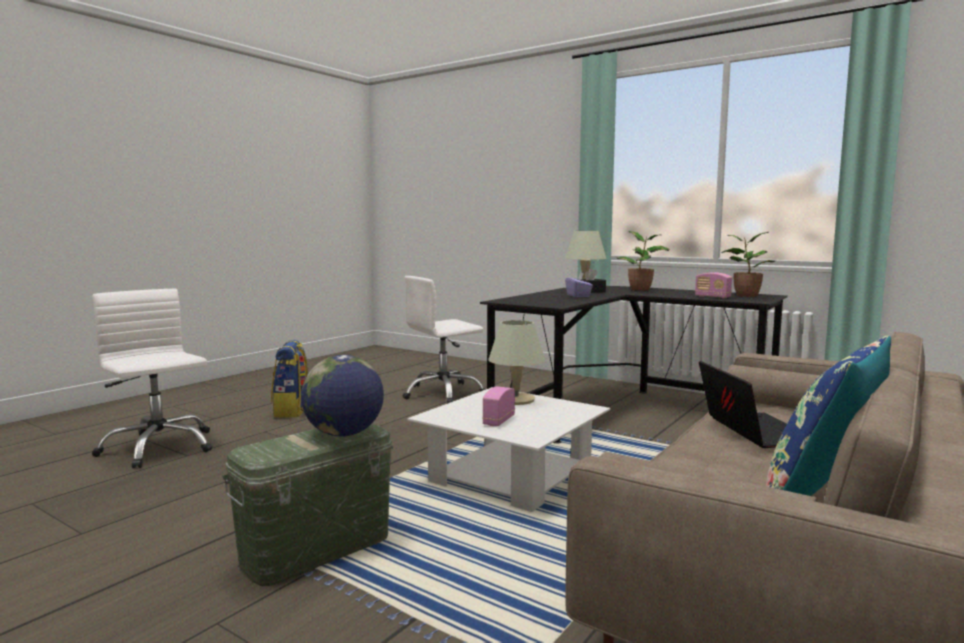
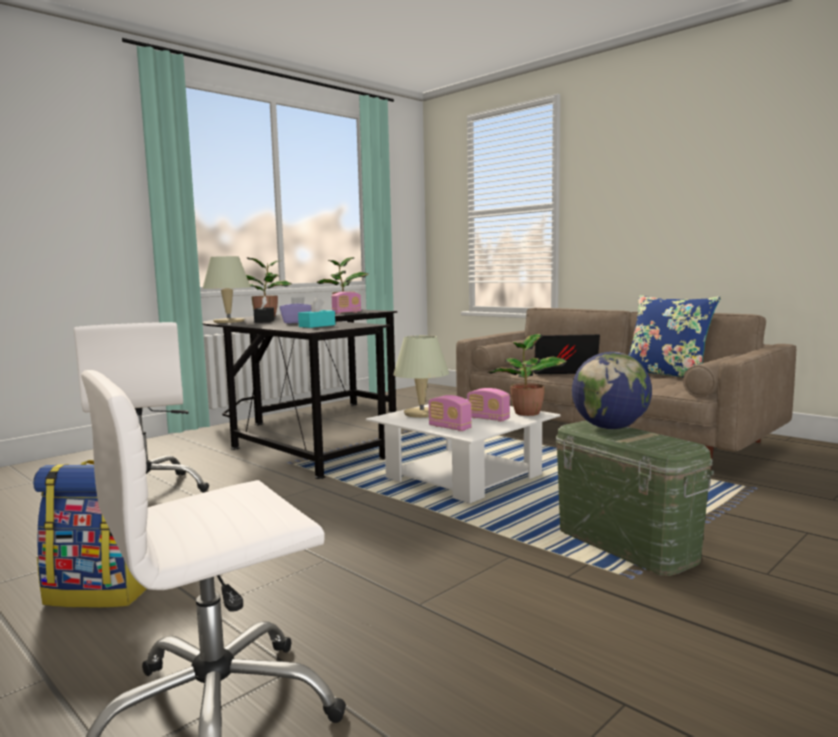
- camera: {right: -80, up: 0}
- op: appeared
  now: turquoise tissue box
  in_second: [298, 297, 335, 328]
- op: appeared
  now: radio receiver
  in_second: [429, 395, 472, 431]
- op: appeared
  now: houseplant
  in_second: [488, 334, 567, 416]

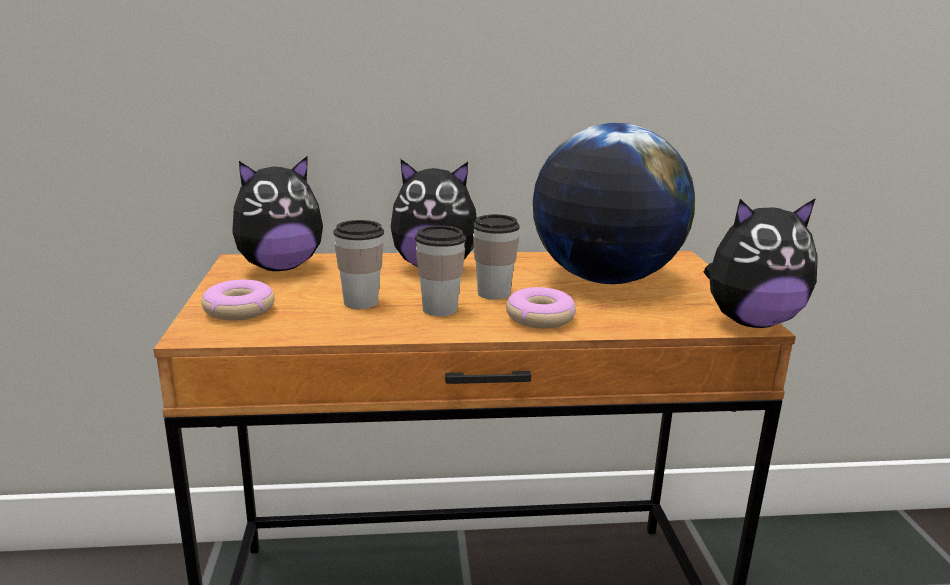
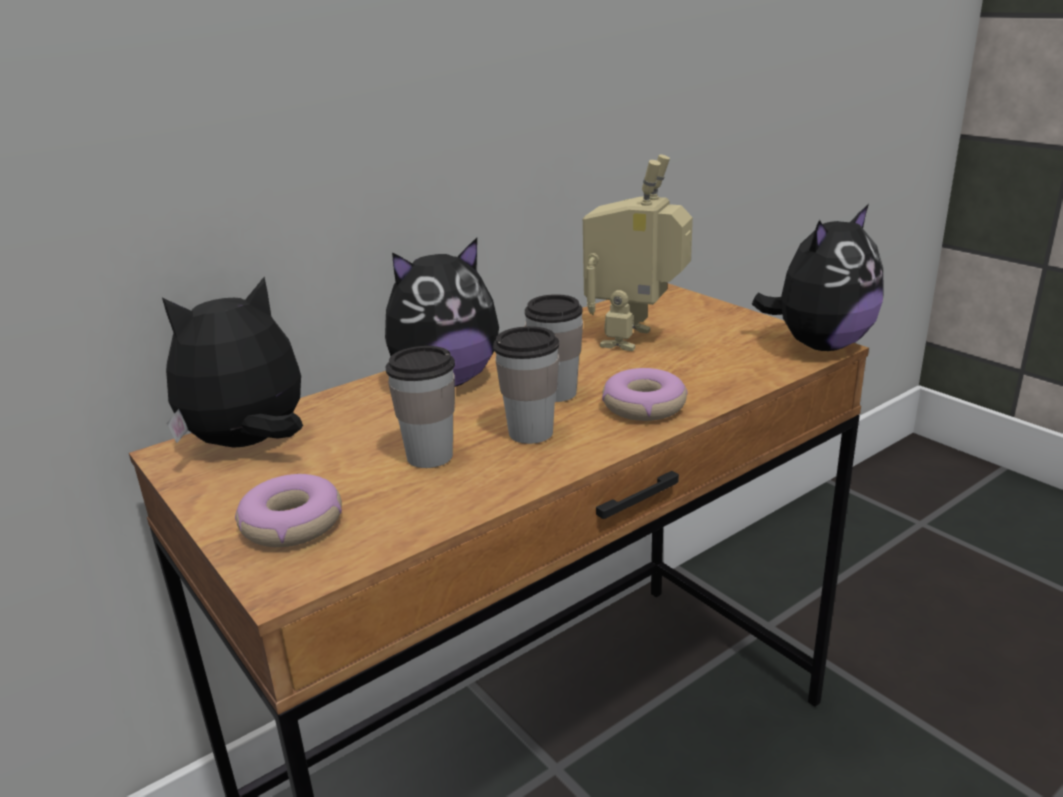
- camera: {right: -30, up: 5}
- op: spun
  was: soft toy
  in_first: [232, 156, 323, 271]
  in_second: [162, 277, 303, 448]
  clockwise: -150
- op: exchanged
  was: globe
  now: toy robot
  in_first: [533, 123, 695, 284]
  in_second: [583, 154, 693, 351]

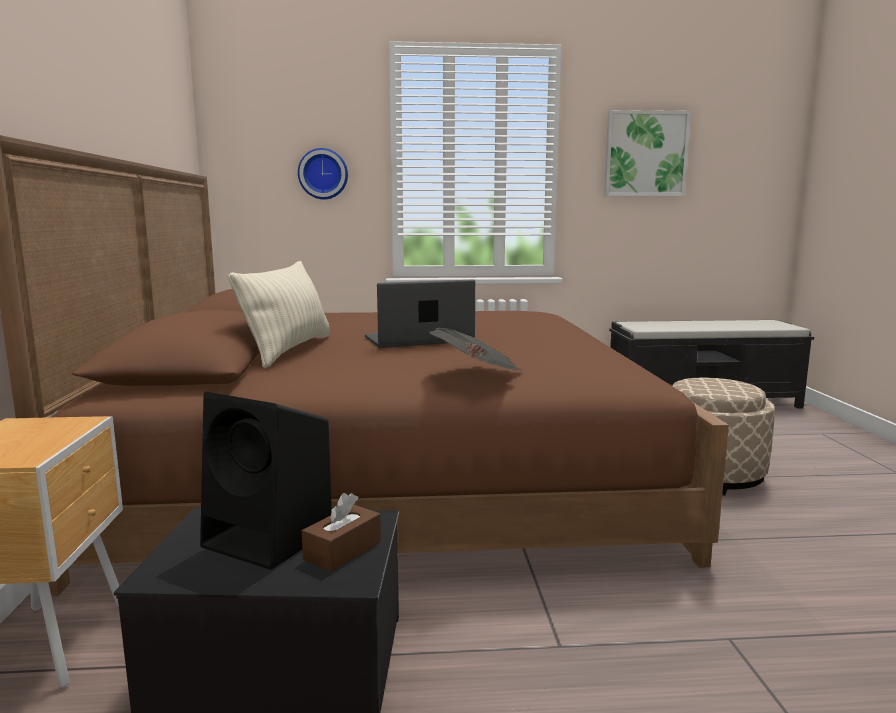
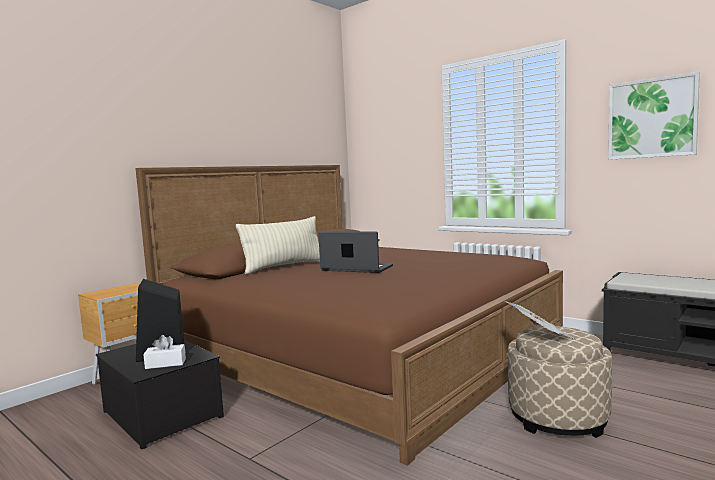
- camera: {right: 45, up: -5}
- op: missing
  was: hanging clock
  in_first: [298, 148, 348, 199]
- op: colour
  was: brown tissue box
  now: white-coloured tissue box
  in_first: [302, 493, 381, 571]
  in_second: [143, 335, 186, 369]
- op: relocated
  was: newspaper
  in_first: [429, 328, 522, 370]
  in_second: [505, 301, 575, 339]

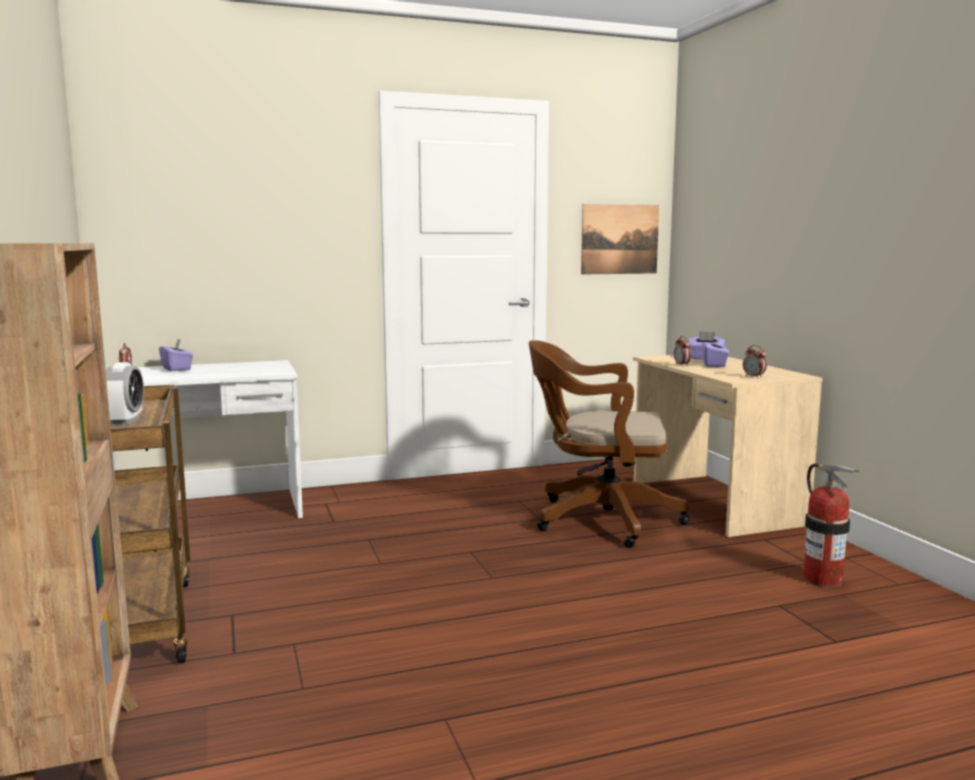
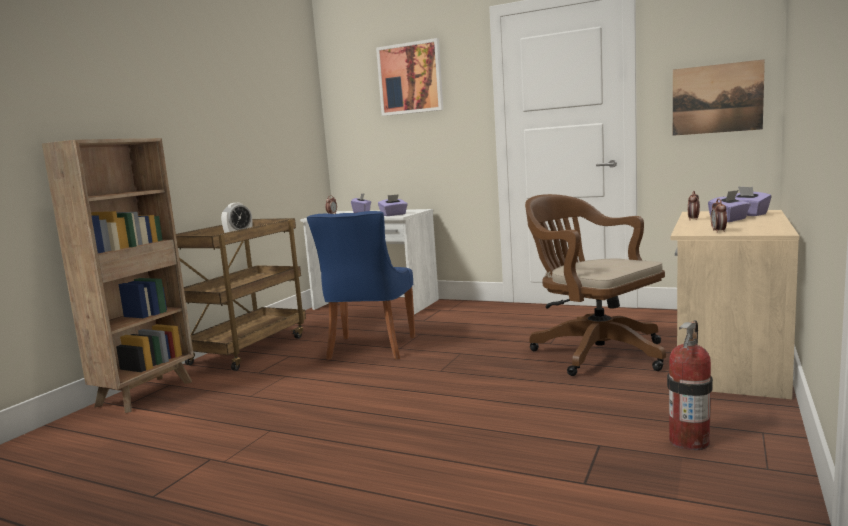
- camera: {right: 45, up: 0}
- op: appeared
  now: bluish chair
  in_second: [307, 211, 415, 360]
- op: appeared
  now: wall picture
  in_second: [376, 38, 443, 116]
- op: appeared
  now: purplish tissue box
  in_second: [378, 194, 408, 216]

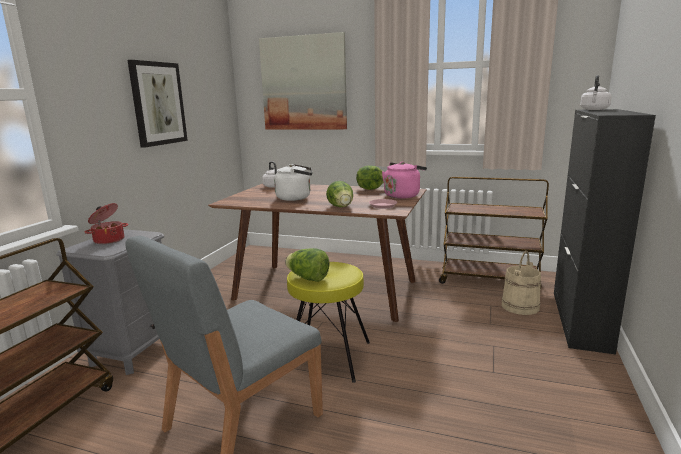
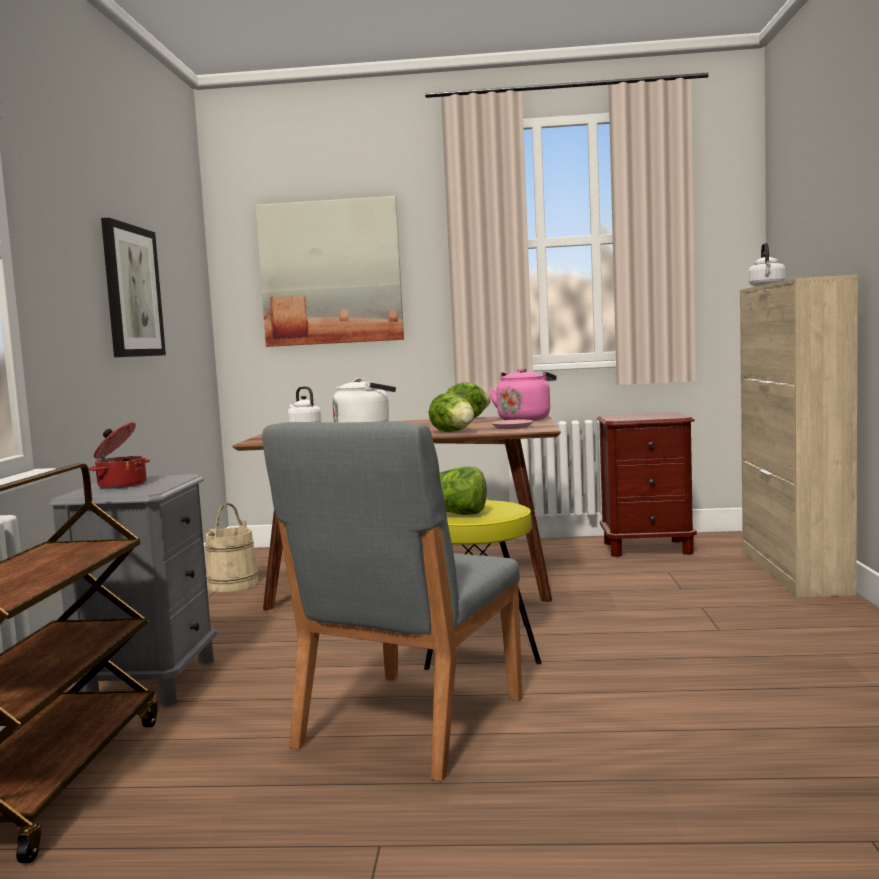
- camera: {right: -15, up: -10}
- op: exchanged
  was: brown cart
  now: brown night table
  in_first: [439, 177, 549, 289]
  in_second: [597, 412, 697, 557]
- op: relocated
  was: beige-coloured bucket
  in_first: [501, 251, 541, 315]
  in_second: [205, 503, 259, 592]
- op: colour
  was: black-coloured cabinet
  now: beige-coloured cabinet
  in_first: [554, 109, 656, 355]
  in_second: [740, 275, 858, 597]

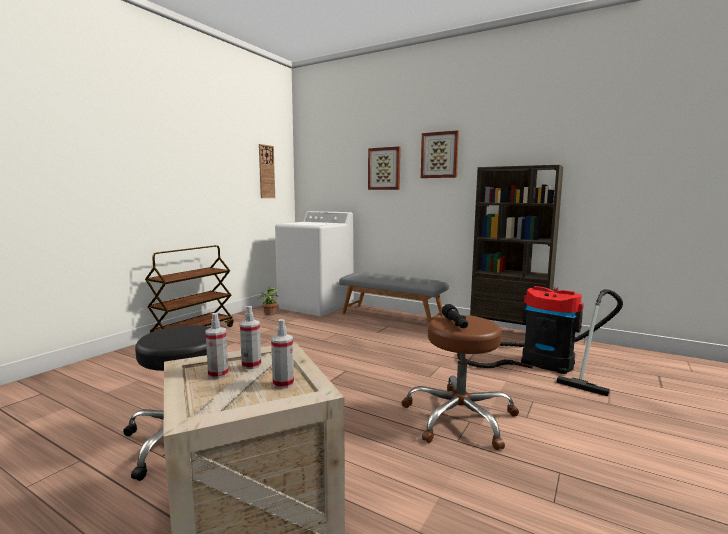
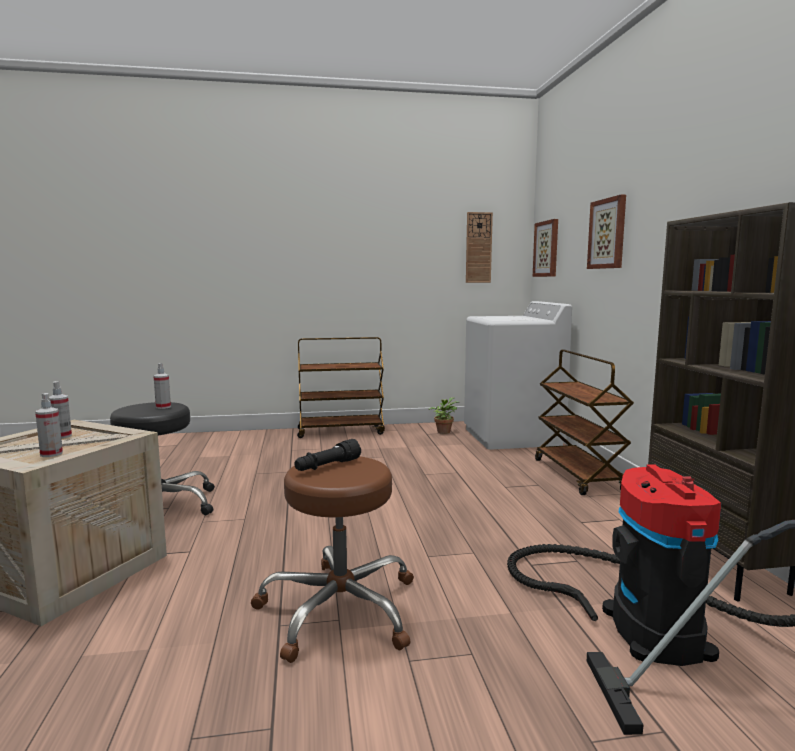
- camera: {right: 50, up: 0}
- op: relocated
  was: sprayer
  in_first: [240, 306, 261, 369]
  in_second: [154, 363, 171, 409]
- op: exchanged
  was: gray long seat
  now: brown cart
  in_first: [339, 272, 449, 323]
  in_second: [535, 349, 634, 495]
- op: relocated
  was: wall picture
  in_first: [421, 130, 459, 178]
  in_second: [533, 219, 558, 277]

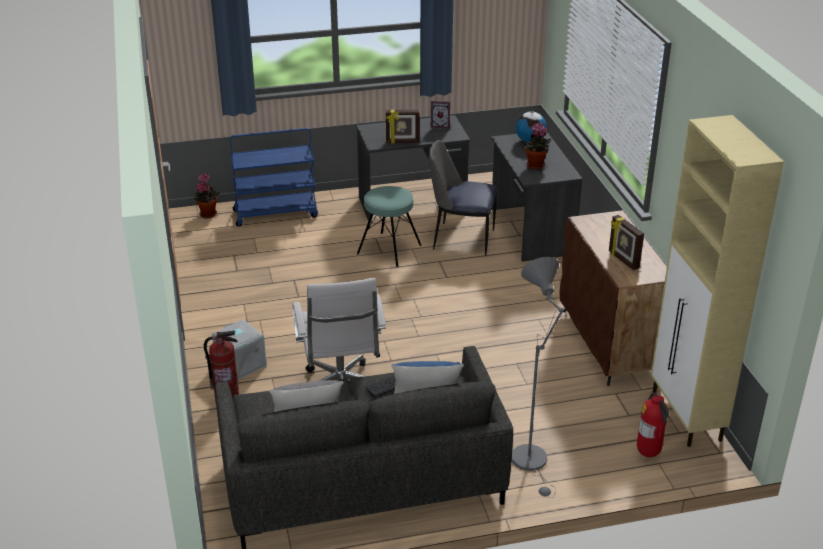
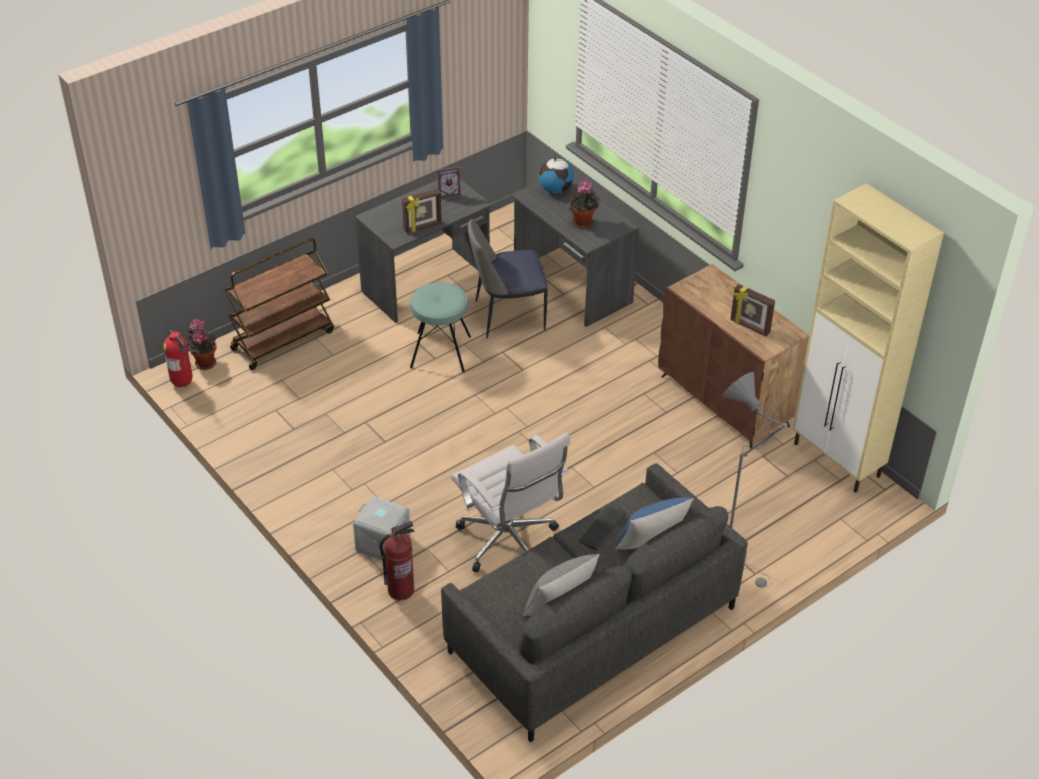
- camera: {right: -25, up: 10}
- op: colour
  was: bluish cart
  now: brown cart
  in_first: [229, 128, 318, 226]
  in_second: [225, 238, 334, 370]
- op: relocated
  was: extinguisher
  in_first: [637, 392, 669, 457]
  in_second: [163, 330, 193, 387]

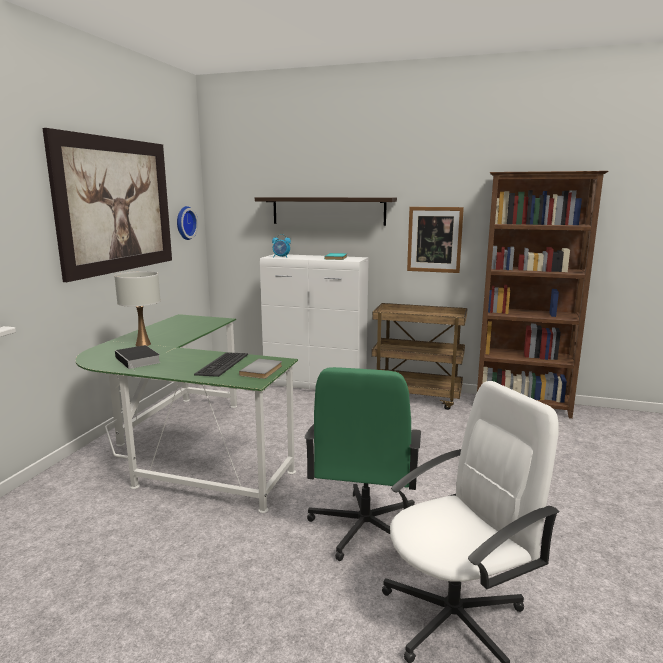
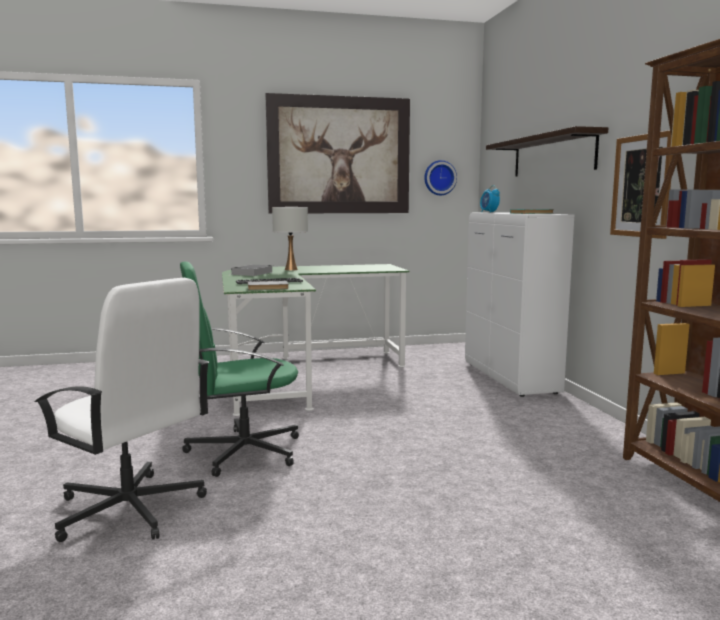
- camera: {right: 60, up: -5}
- op: missing
  was: brown cart
  in_first: [372, 303, 468, 410]

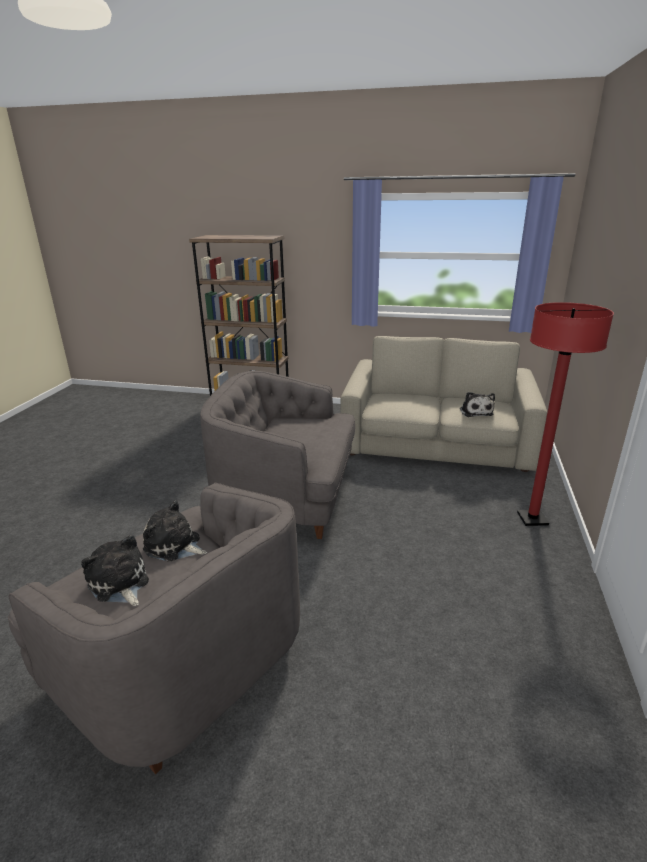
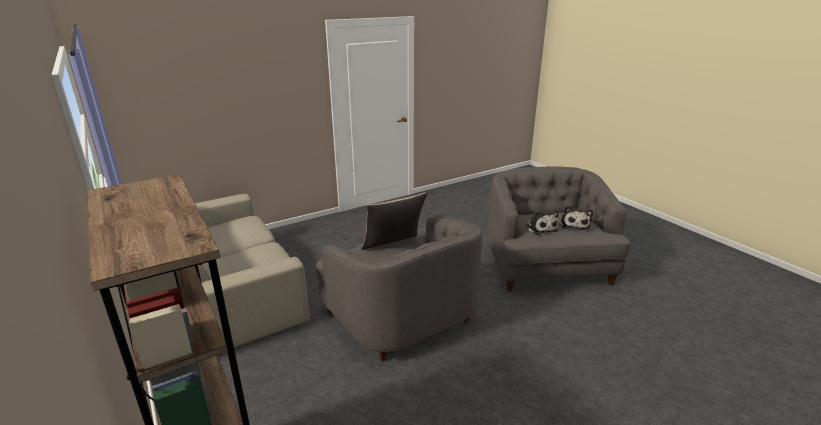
- camera: {right: -135, up: 0}
- op: missing
  was: soft toy
  in_first: [460, 392, 495, 417]
- op: missing
  was: red-coloured standing lamp
  in_first: [517, 302, 614, 526]
- op: appeared
  now: throw pillow
  in_second: [361, 192, 427, 250]

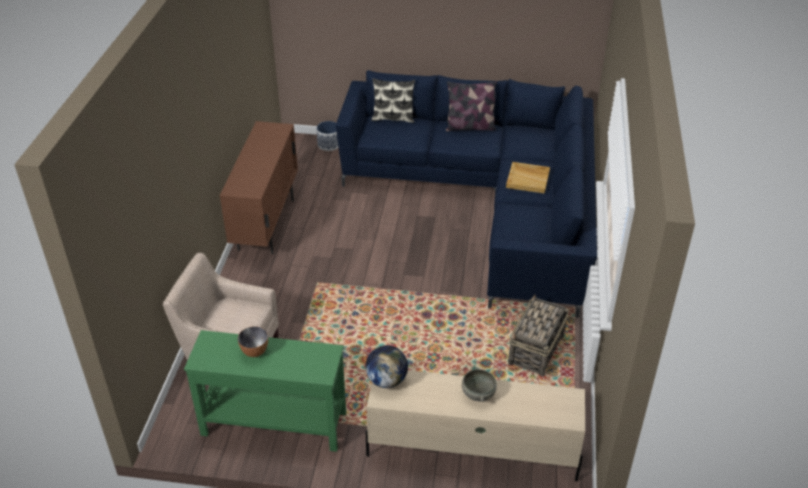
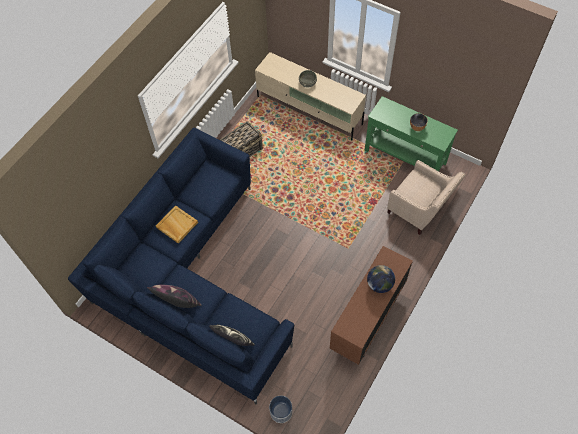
- camera: {right: -155, up: 20}
- op: relocated
  was: globe
  in_first: [366, 345, 408, 388]
  in_second: [367, 265, 395, 293]

